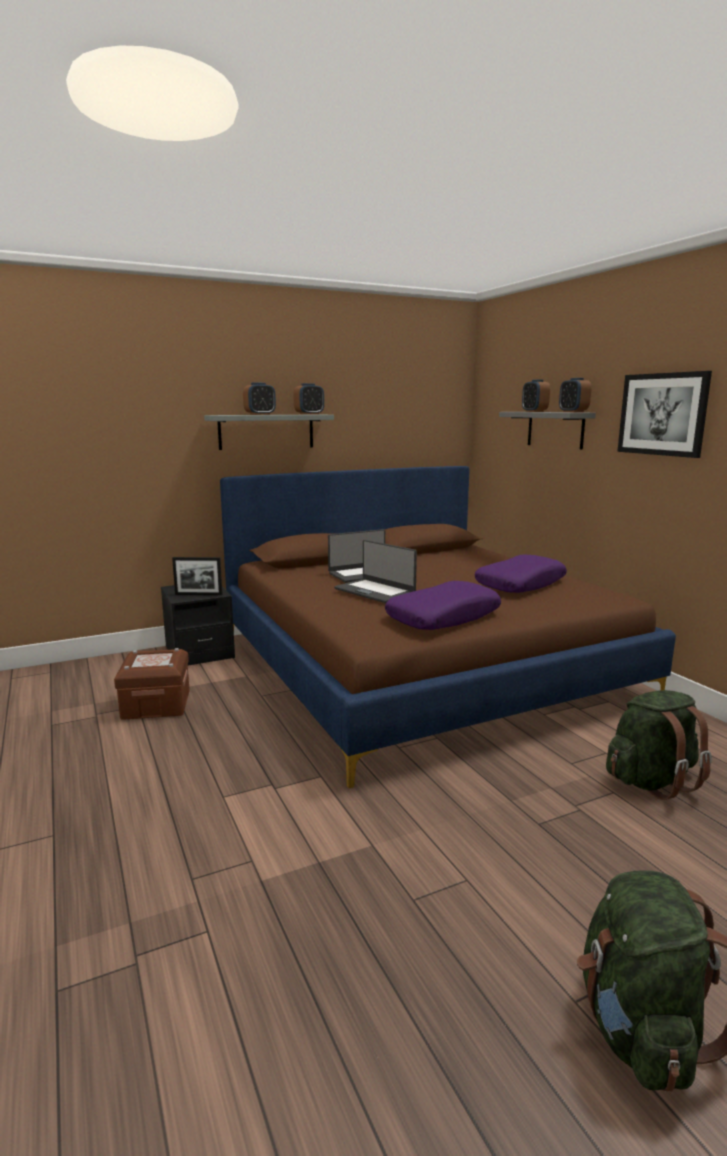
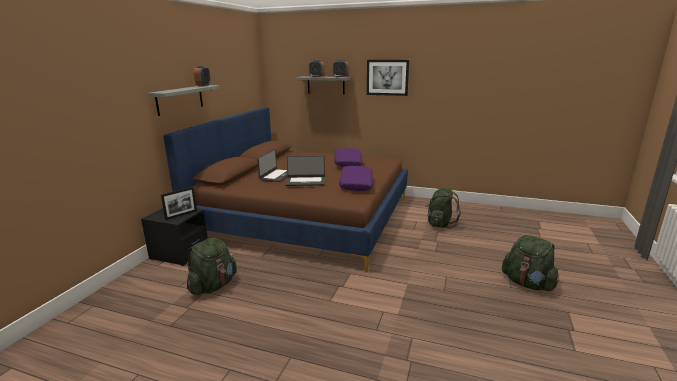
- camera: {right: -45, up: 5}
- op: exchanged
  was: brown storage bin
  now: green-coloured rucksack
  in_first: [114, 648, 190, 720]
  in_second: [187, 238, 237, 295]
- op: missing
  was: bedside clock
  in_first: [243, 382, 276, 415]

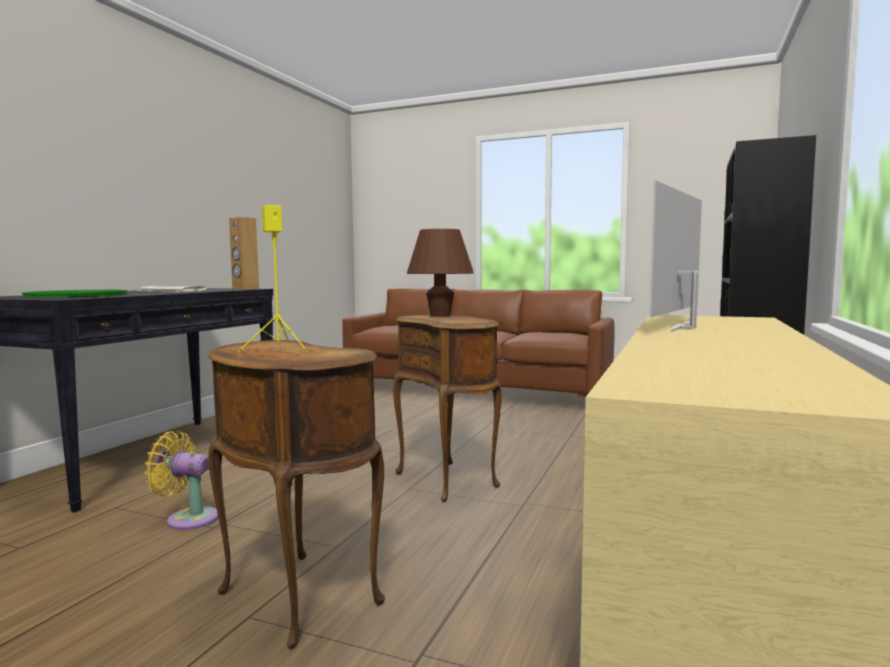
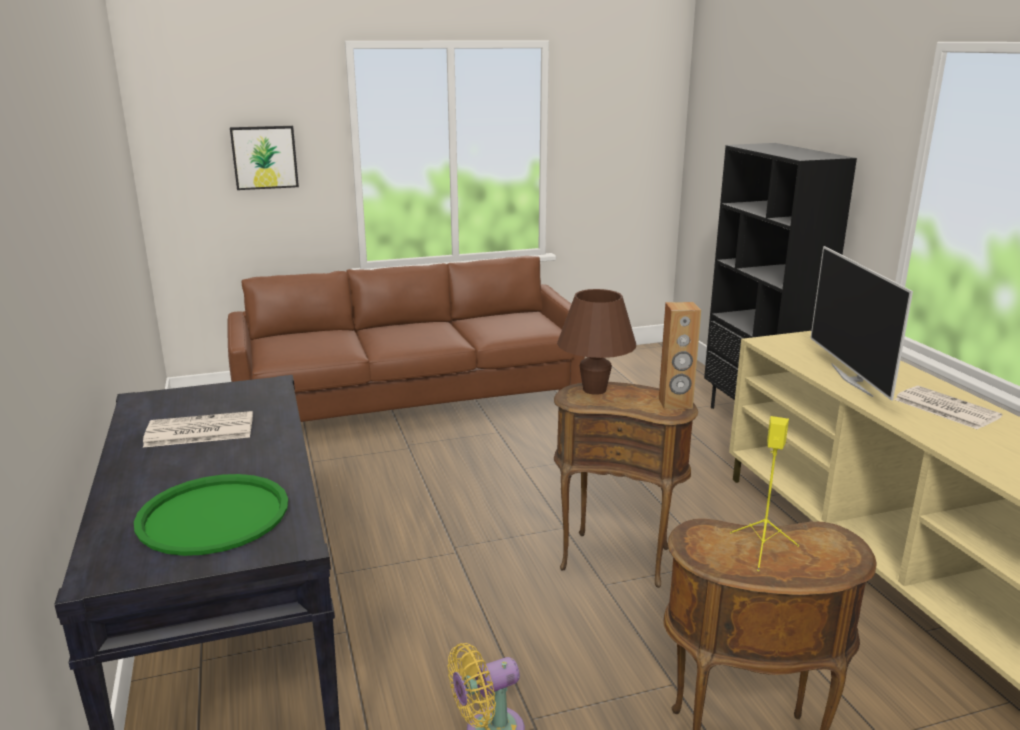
- camera: {right: -40, up: 15}
- op: relocated
  was: brown speaker
  in_first: [229, 217, 259, 289]
  in_second: [659, 302, 701, 409]
- op: appeared
  now: wall picture
  in_second: [230, 126, 299, 190]
- op: appeared
  now: newspaper
  in_second: [894, 386, 1002, 430]

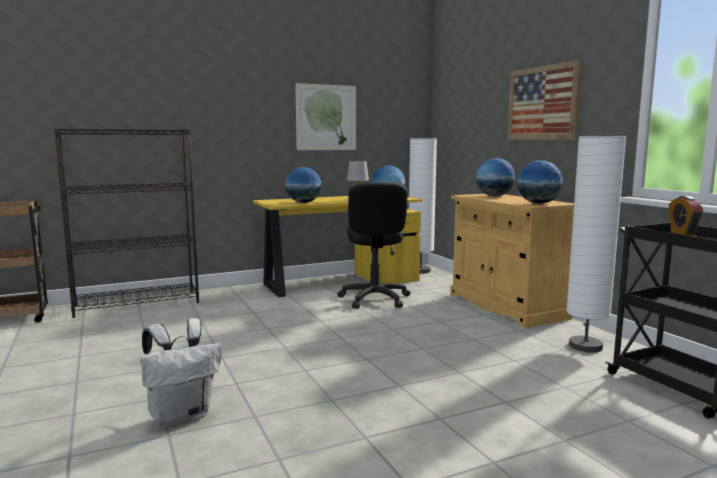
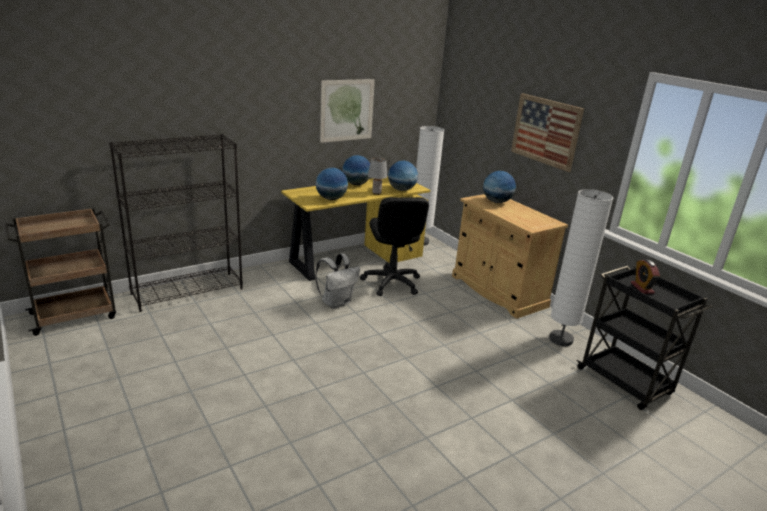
- camera: {right: -10, up: 15}
- op: relocated
  was: white-coloured rucksack
  in_first: [140, 318, 222, 427]
  in_second: [315, 253, 360, 309]
- op: relocated
  was: globe
  in_first: [517, 160, 563, 204]
  in_second: [342, 155, 370, 185]

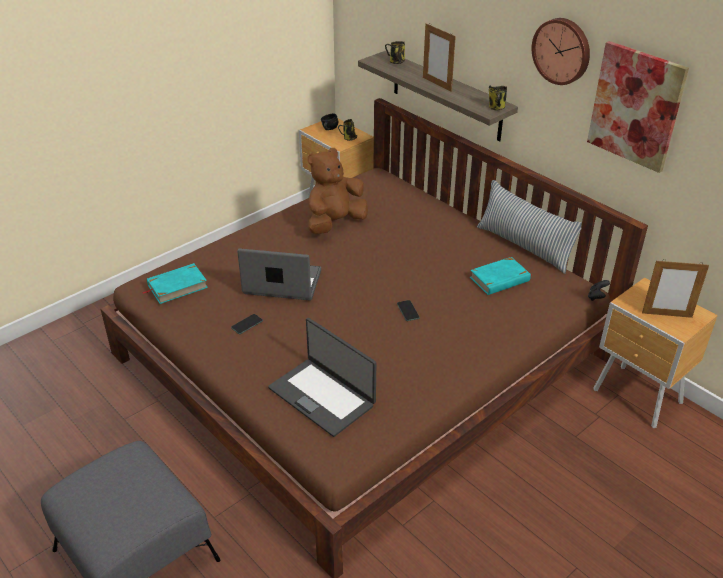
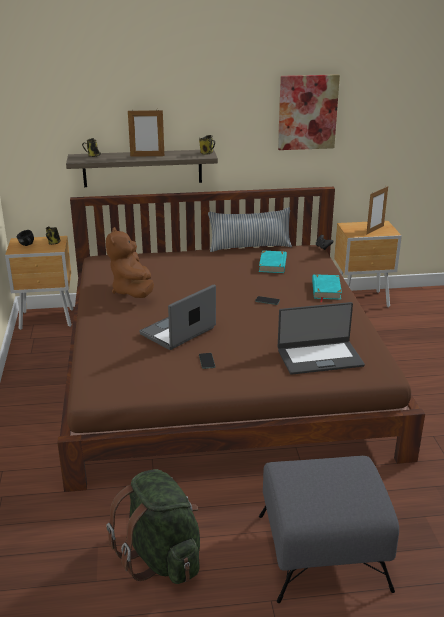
- camera: {right: -55, up: -10}
- op: relocated
  was: turquoise volume
  in_first: [142, 263, 208, 304]
  in_second: [312, 274, 342, 302]
- op: missing
  was: hanging clock
  in_first: [532, 18, 590, 85]
- op: appeared
  now: green-coloured rucksack
  in_second: [106, 469, 200, 584]

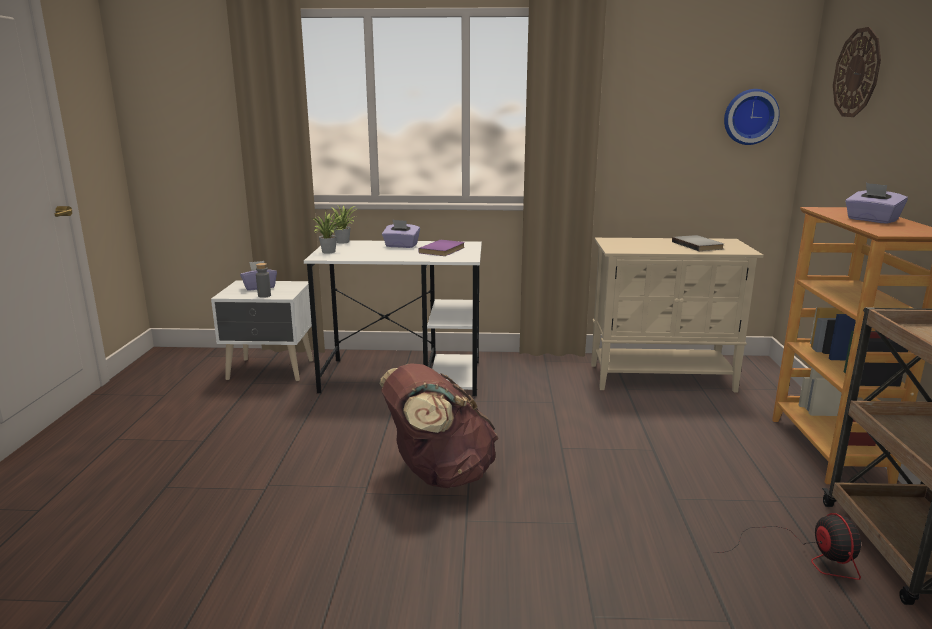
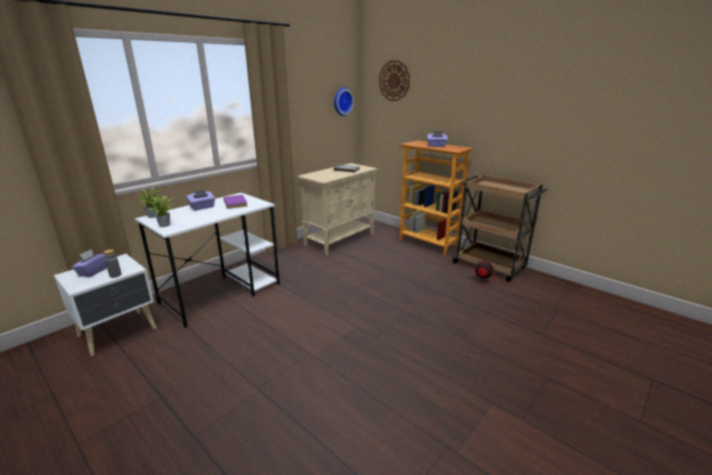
- camera: {right: -50, up: 5}
- op: missing
  was: brown rucksack
  in_first: [380, 363, 498, 488]

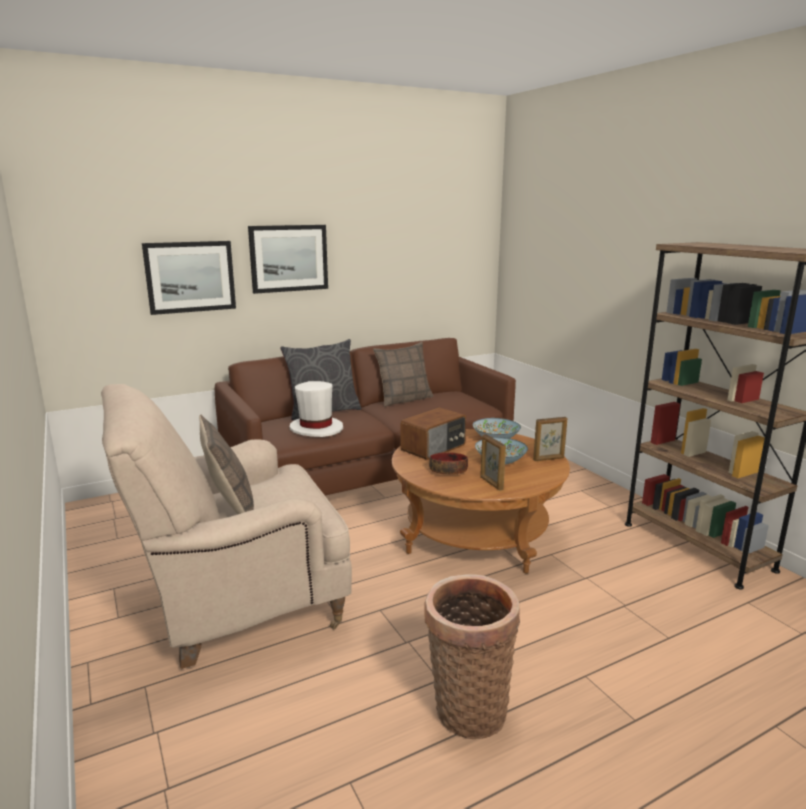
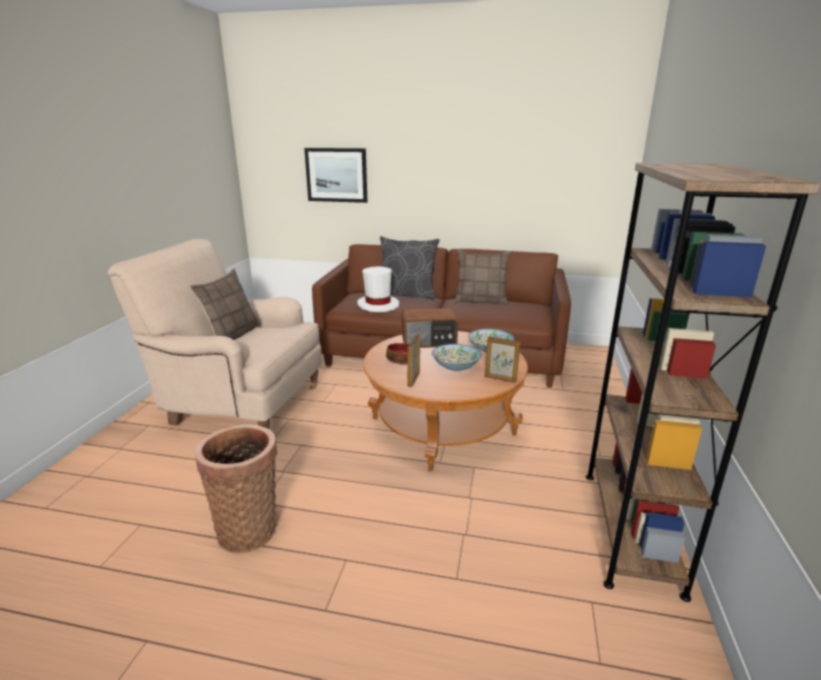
- camera: {right: 40, up: 5}
- op: missing
  was: wall picture
  in_first: [248, 225, 328, 294]

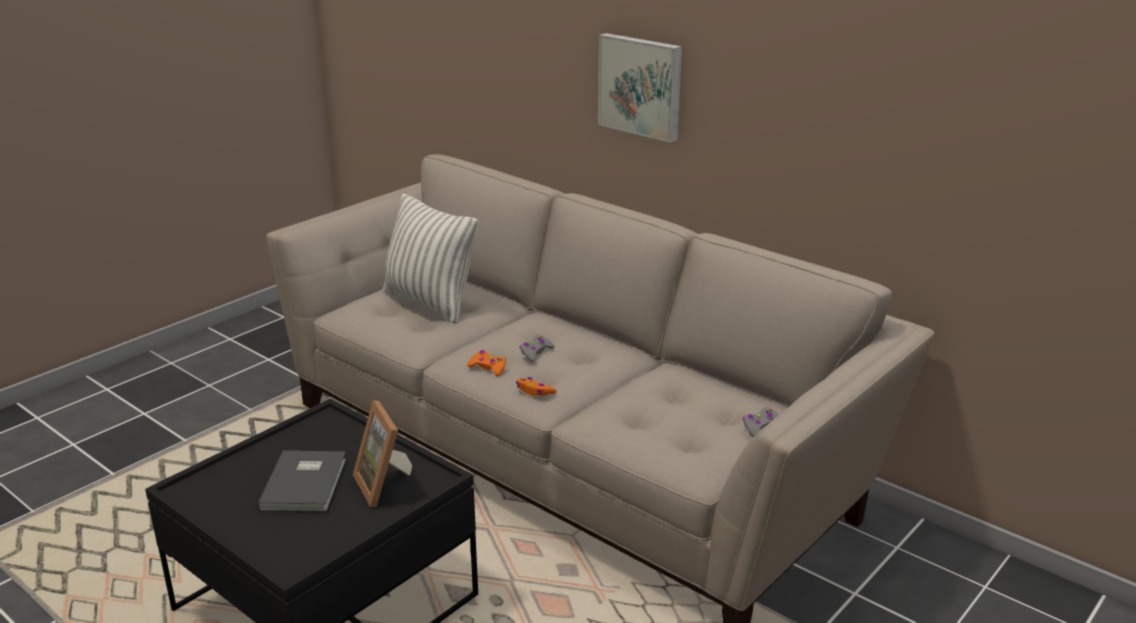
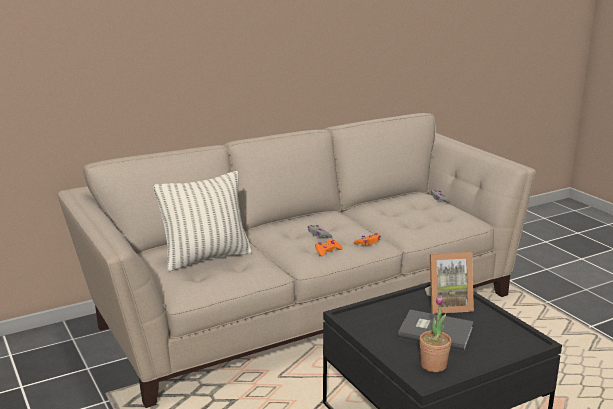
- camera: {right: -70, up: -5}
- op: missing
  was: wall picture
  in_first: [598, 33, 682, 143]
- op: appeared
  now: houseplant
  in_second: [420, 296, 451, 372]

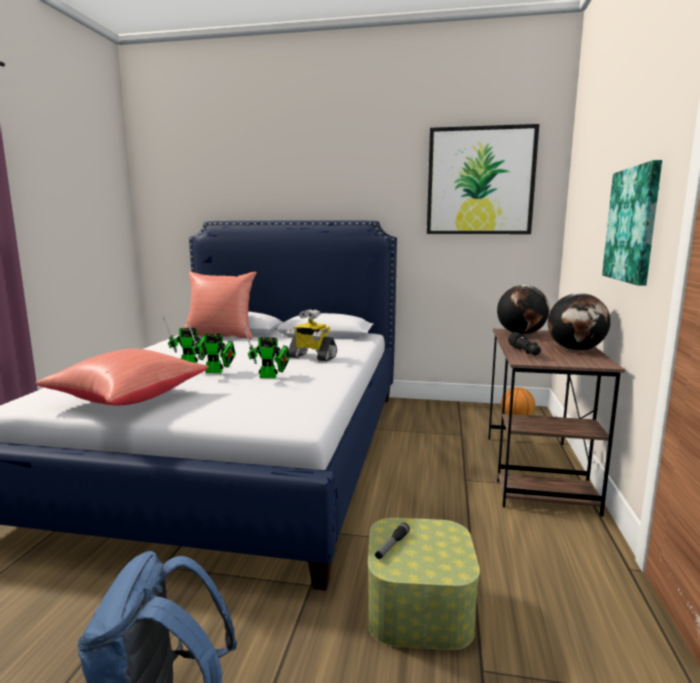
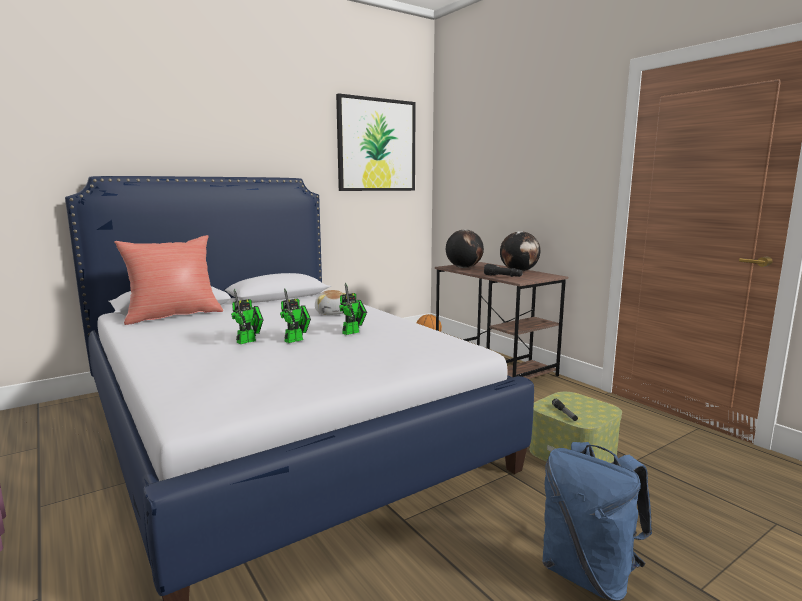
- camera: {right: -45, up: 0}
- op: missing
  was: red-coloured throw pillow
  in_first: [35, 349, 209, 405]
- op: exchanged
  was: toy robot
  now: soft toy
  in_first: [287, 309, 337, 361]
  in_second: [315, 290, 346, 315]
- op: missing
  was: wall picture
  in_first: [602, 160, 662, 286]

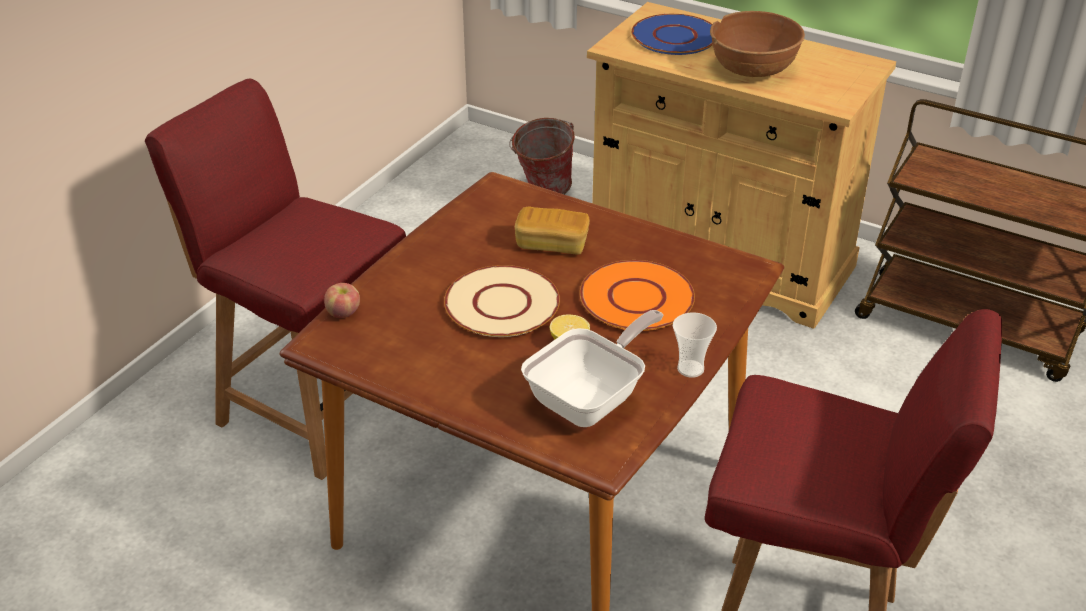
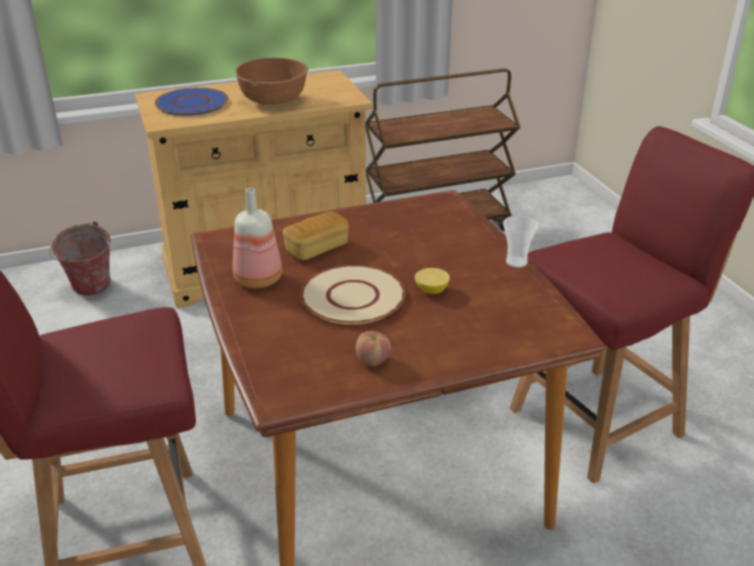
- camera: {right: -50, up: -5}
- op: relocated
  was: whole apple
  in_first: [324, 283, 360, 318]
  in_second: [356, 331, 391, 366]
- op: missing
  was: skillet
  in_first: [521, 310, 664, 427]
- op: missing
  was: orangey flat dish
  in_first: [579, 260, 695, 331]
- op: appeared
  now: bottle
  in_second: [233, 188, 282, 288]

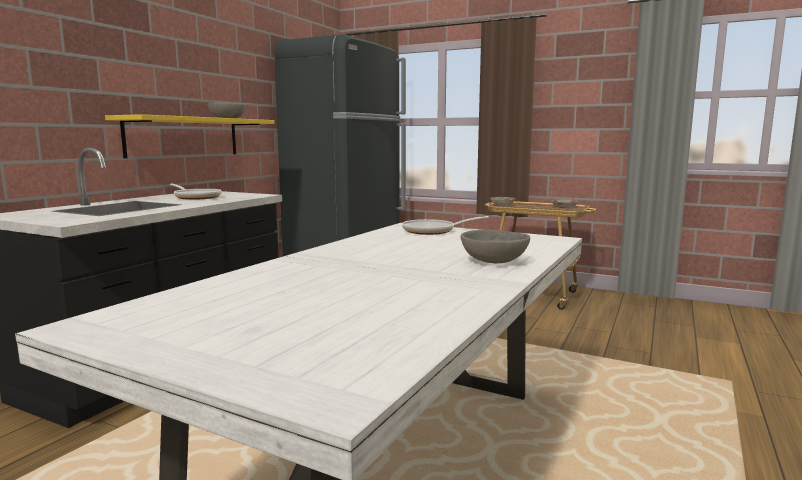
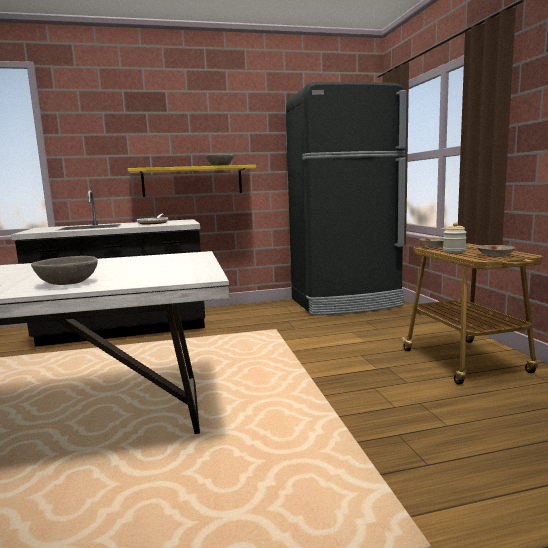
- camera: {right: 50, up: 0}
- op: missing
  was: skillet
  in_first: [402, 216, 489, 235]
- op: appeared
  now: preserve jar
  in_second: [443, 222, 467, 253]

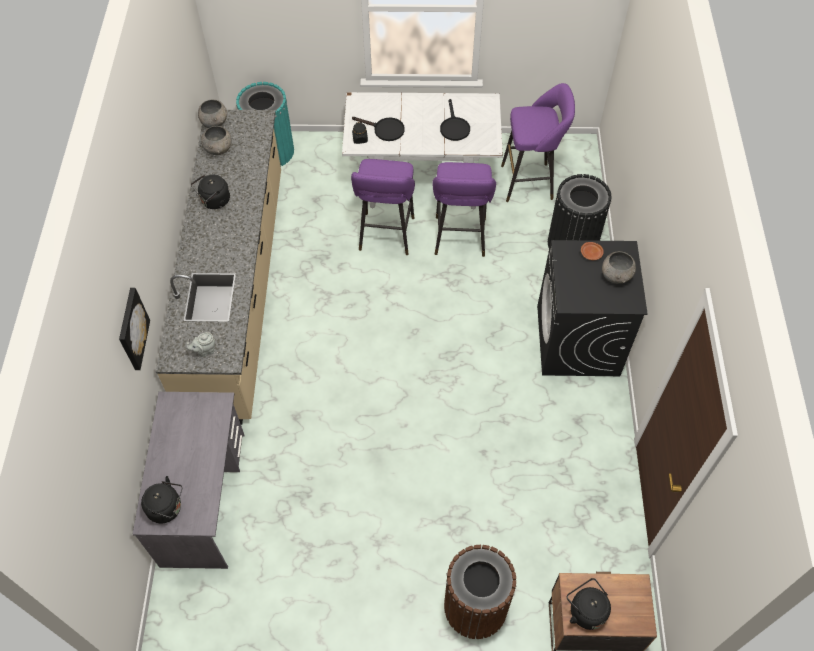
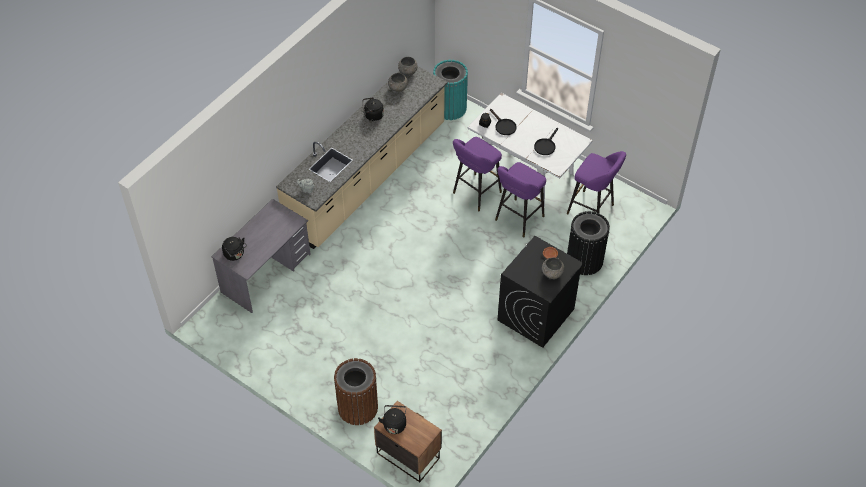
- camera: {right: 35, up: -5}
- op: missing
  was: wall picture
  in_first: [119, 288, 150, 370]

